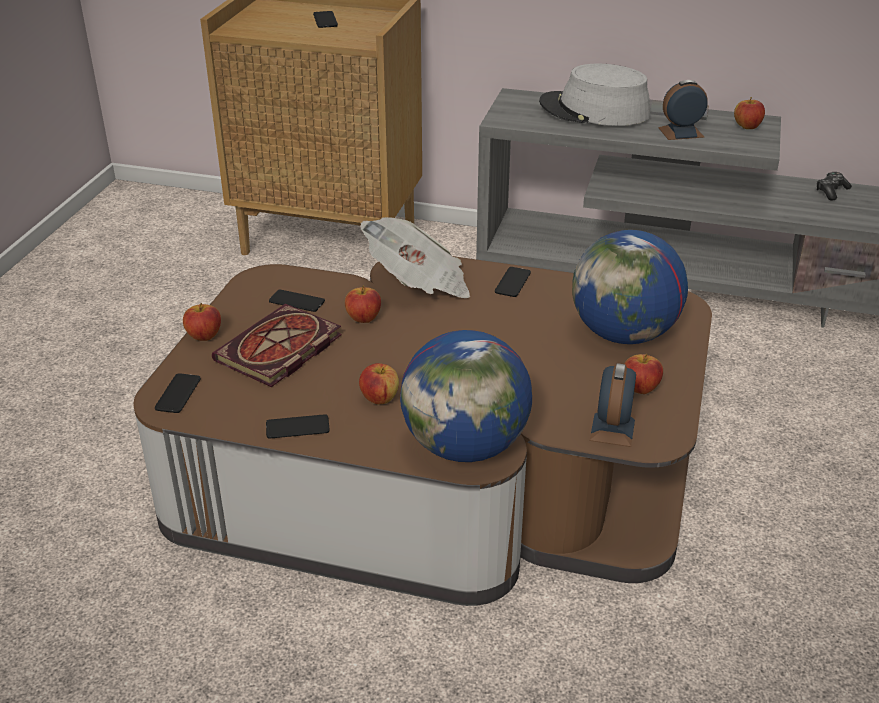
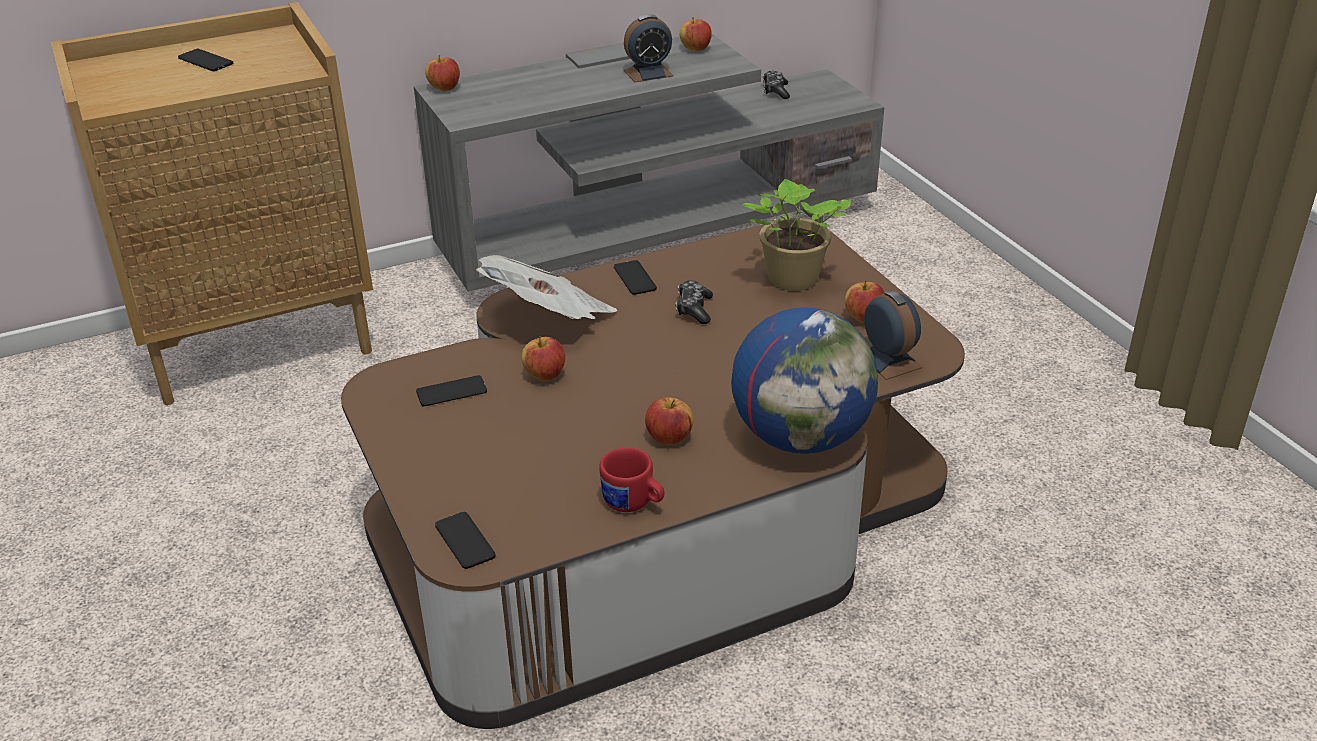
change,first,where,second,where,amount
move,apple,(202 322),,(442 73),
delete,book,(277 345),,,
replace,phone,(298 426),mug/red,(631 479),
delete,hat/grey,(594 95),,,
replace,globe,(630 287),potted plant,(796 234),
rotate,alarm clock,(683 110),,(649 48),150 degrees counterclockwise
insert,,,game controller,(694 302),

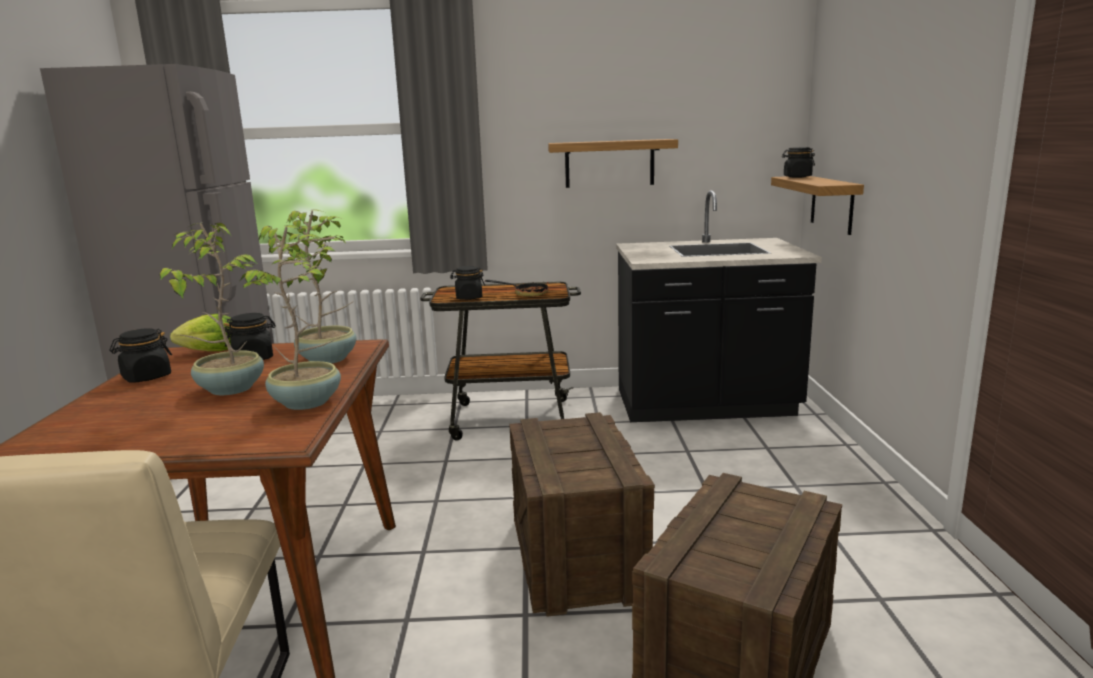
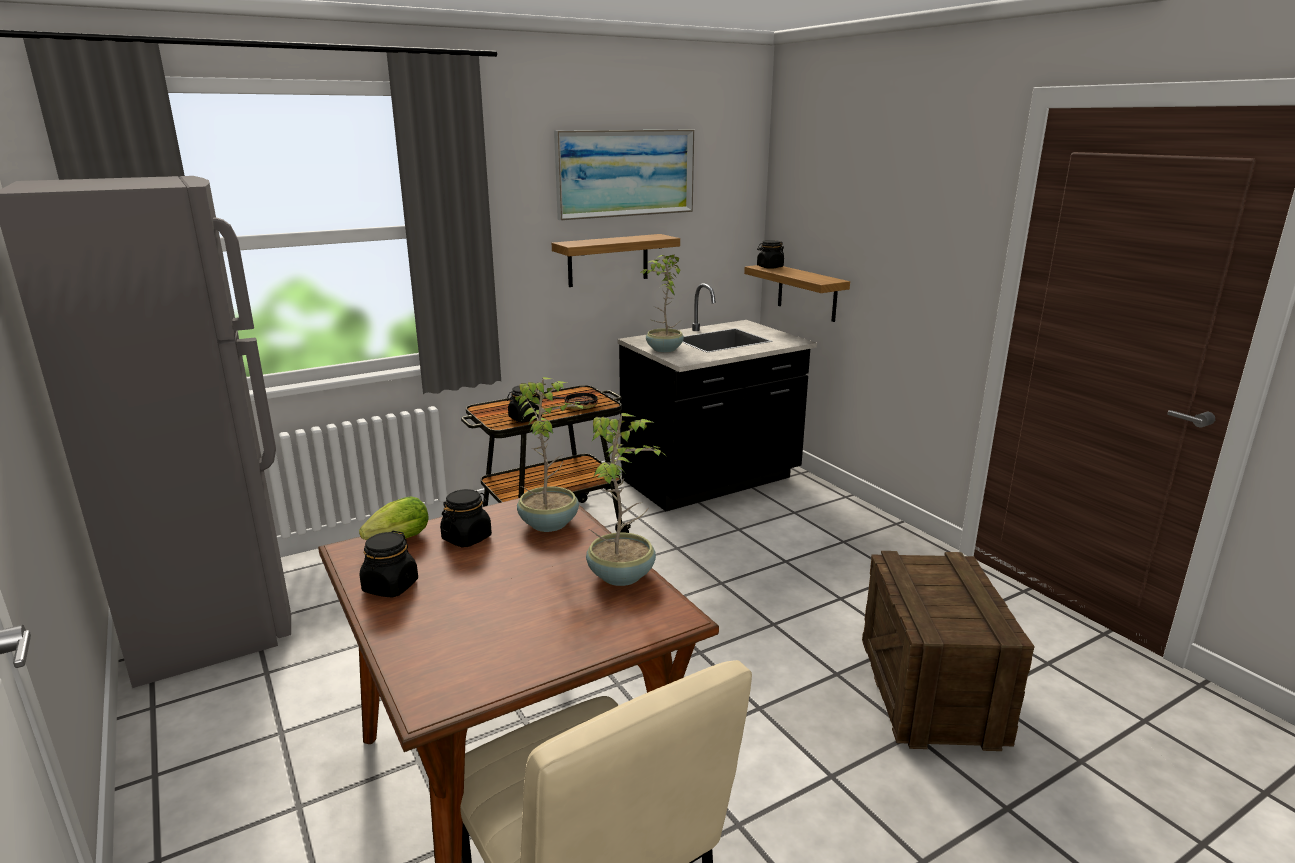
change,first,where,second,where,amount
move,potted plant,(212 309),,(662 304),
delete,crate,(582 514),,,
insert,,,picture,(624 175),

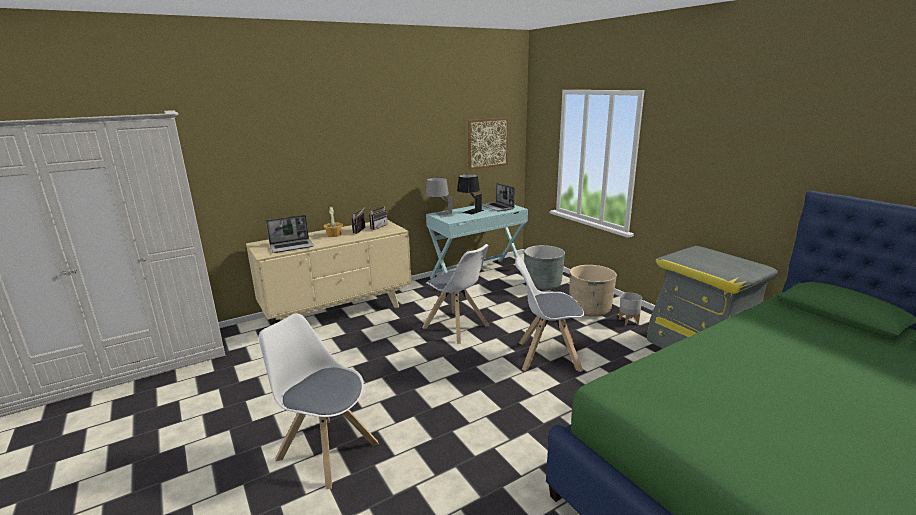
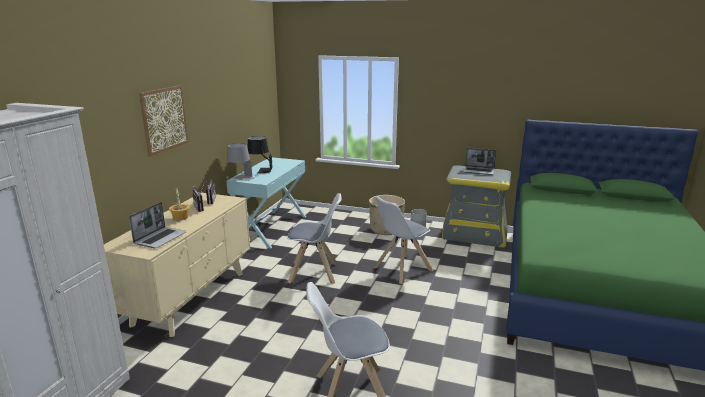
change,first,where,second,where,amount
move,picture,(488 143),,(164 121),
move,laptop,(498 197),,(480 161),
delete,planter/grey,(544 267),,,

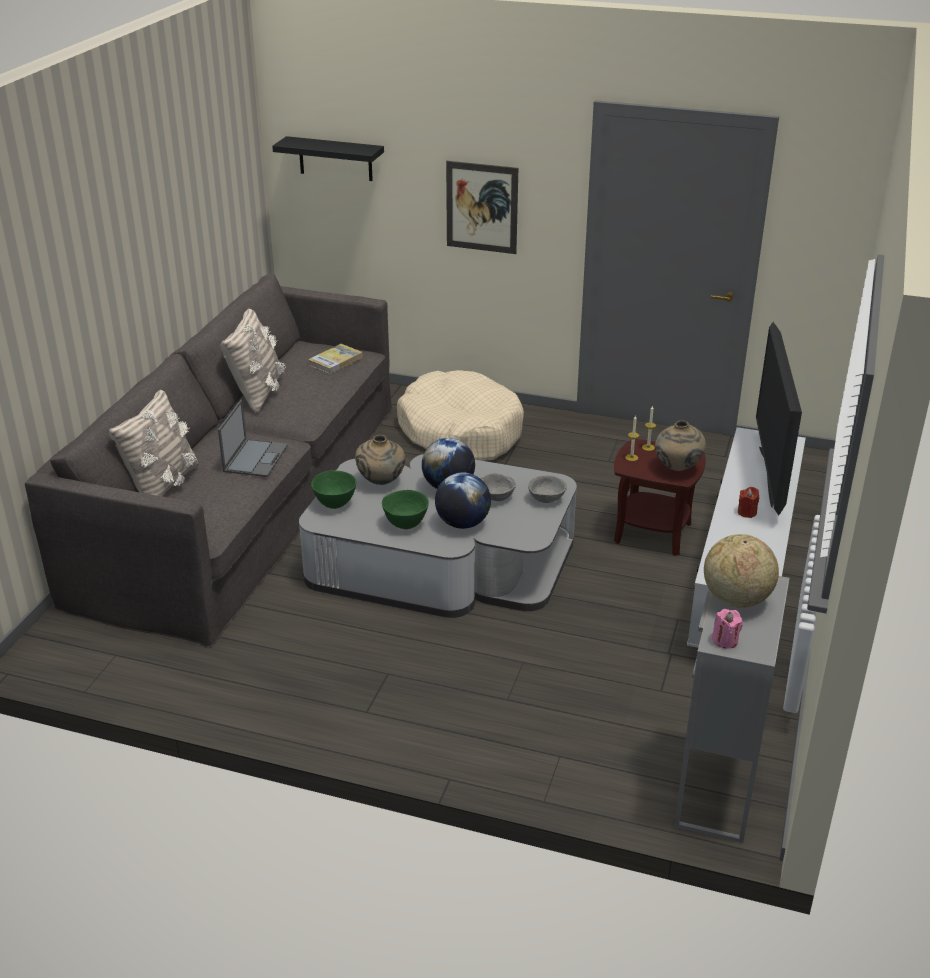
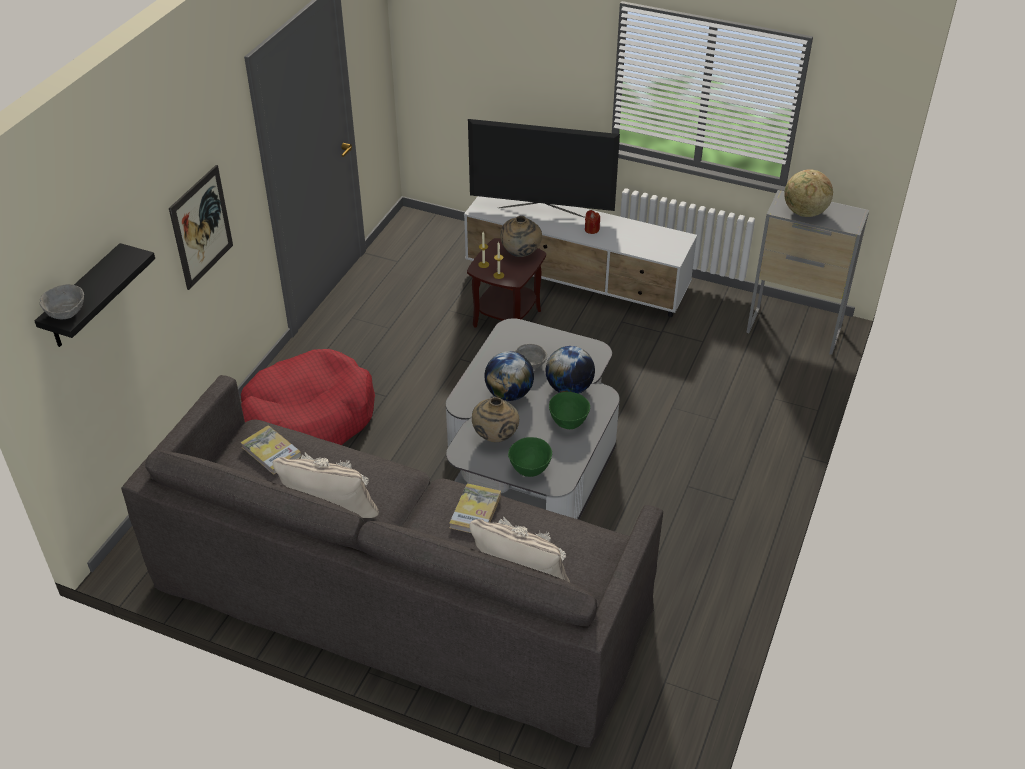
change,first,where,second,where,amount
replace,laptop,(253 438),book,(475 508),
recolor,dog bed/beige,(460 415),dog bed/red,(308 397),
move,bowl/grey,(547 489),,(62 301),
delete,candle/pink,(727 629),,,

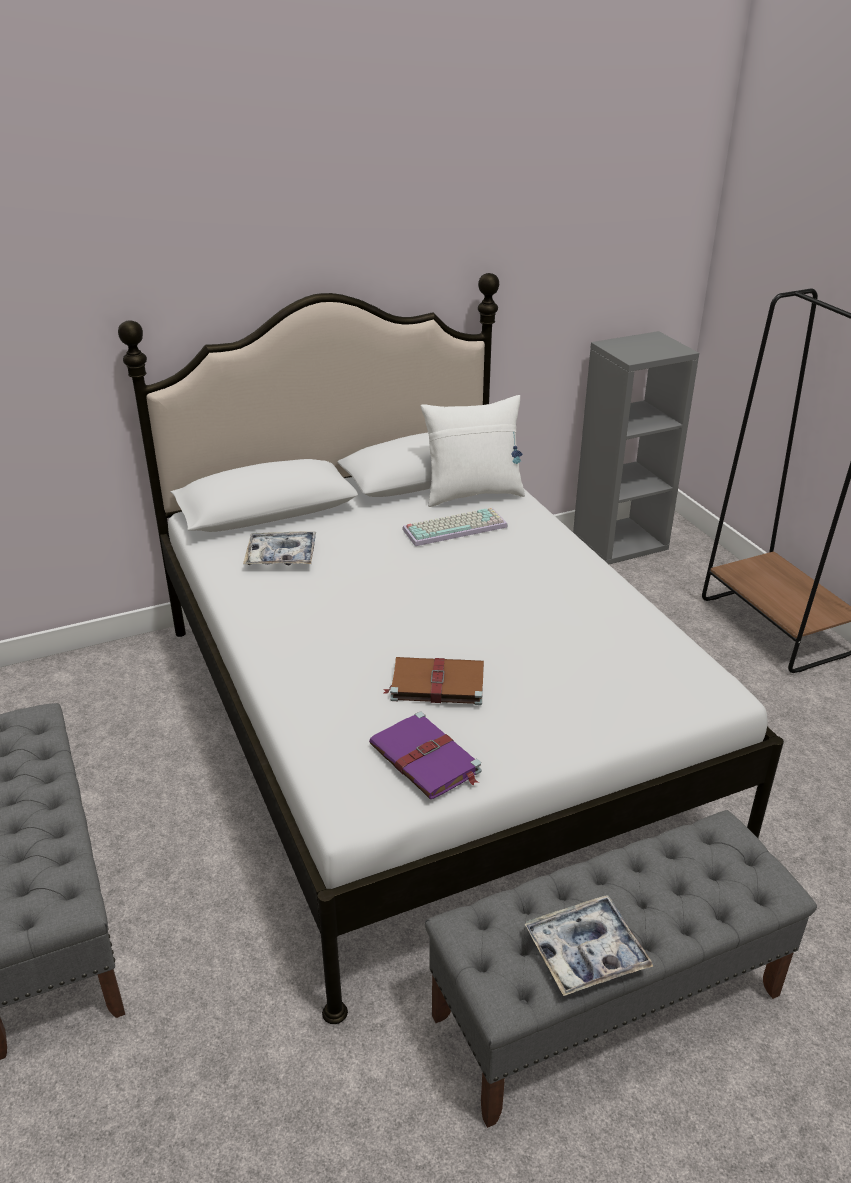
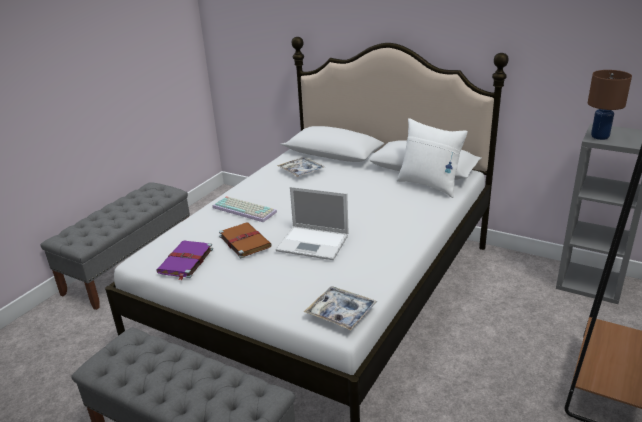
change,first,where,second,where,amount
move,keyboard,(455 526),,(245 209),
move,tray,(589 945),,(340 308),
insert,,,laptop,(312 223),
insert,,,table lamp/brown,(610 105),

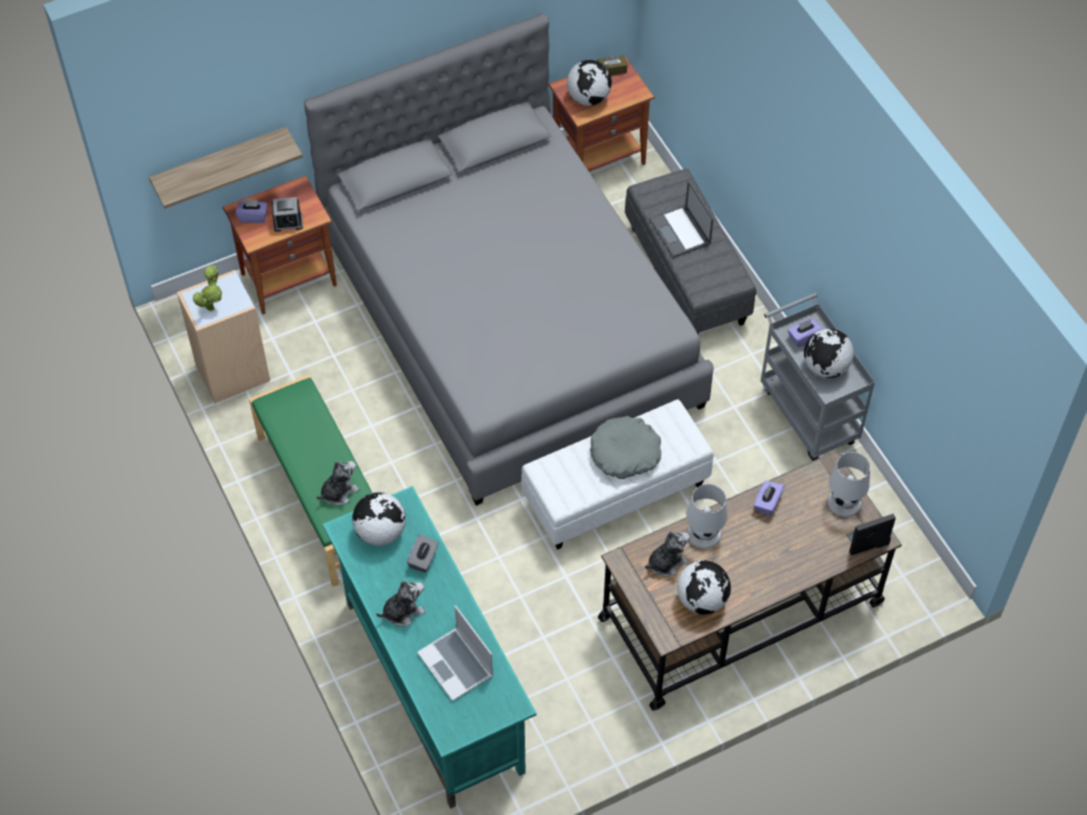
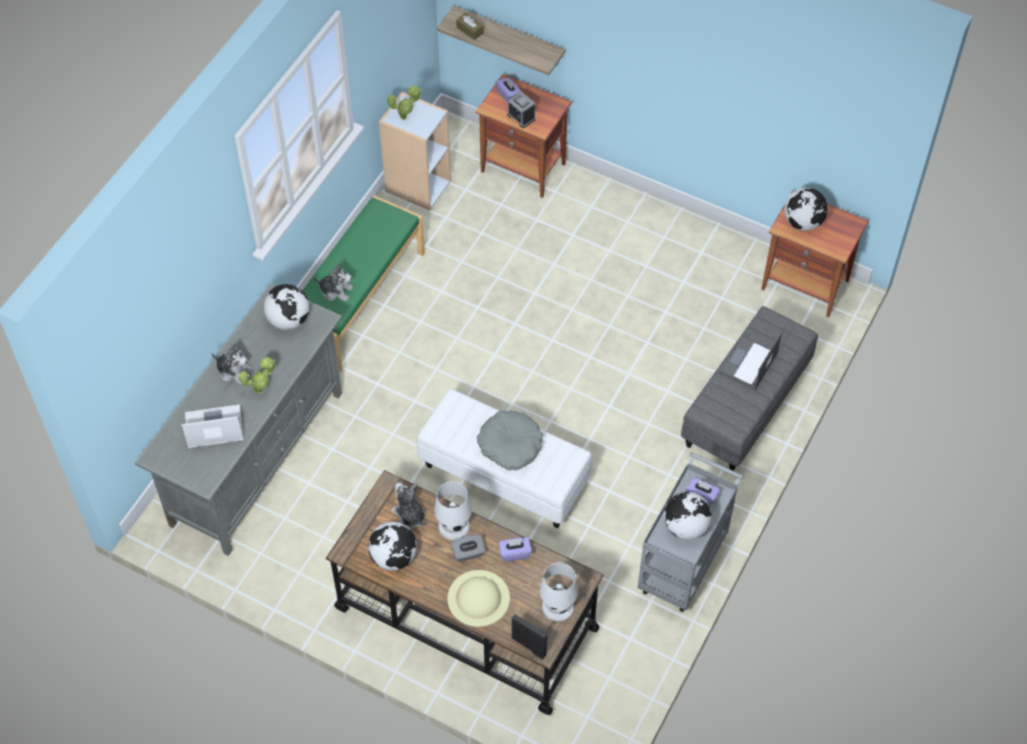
change,first,where,second,where,amount
delete,bed/grey,(509 259),,,
recolor,dresser/turquoise,(430 647),dresser/grey,(238 419),
move,tissue box/grey,(422 553),,(468 548),
rotate,laptop,(455 653),,(212 426),60 degrees clockwise
move,tissue box/brown,(612 65),,(470 26),
rotate,plush toy,(667 554),,(408 505),150 degrees counterclockwise
insert,,,potted plant,(257 375),
insert,,,hat/beige,(478 598),

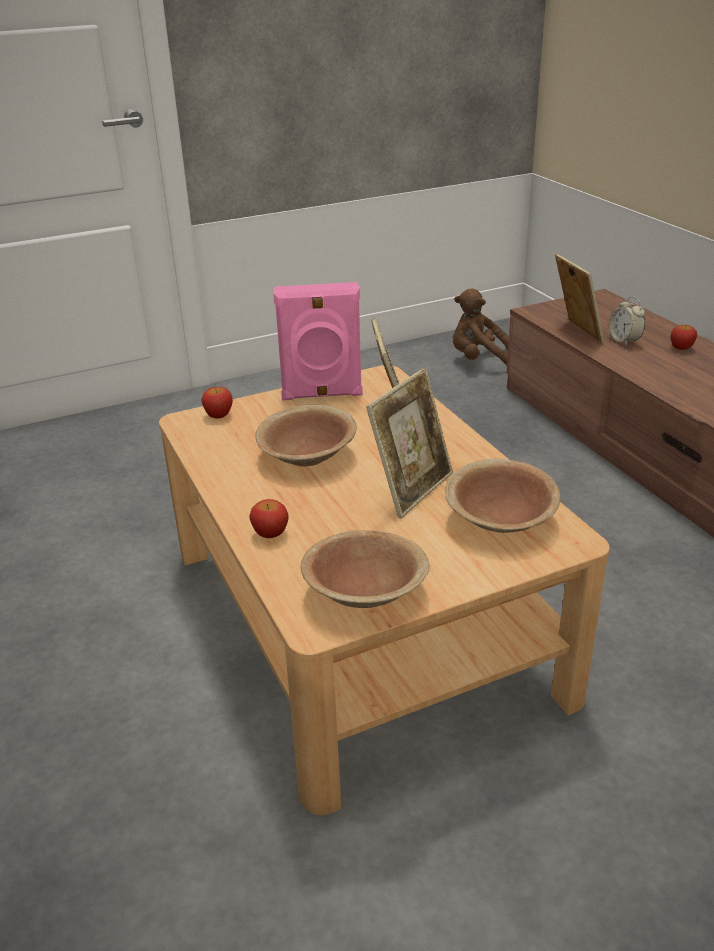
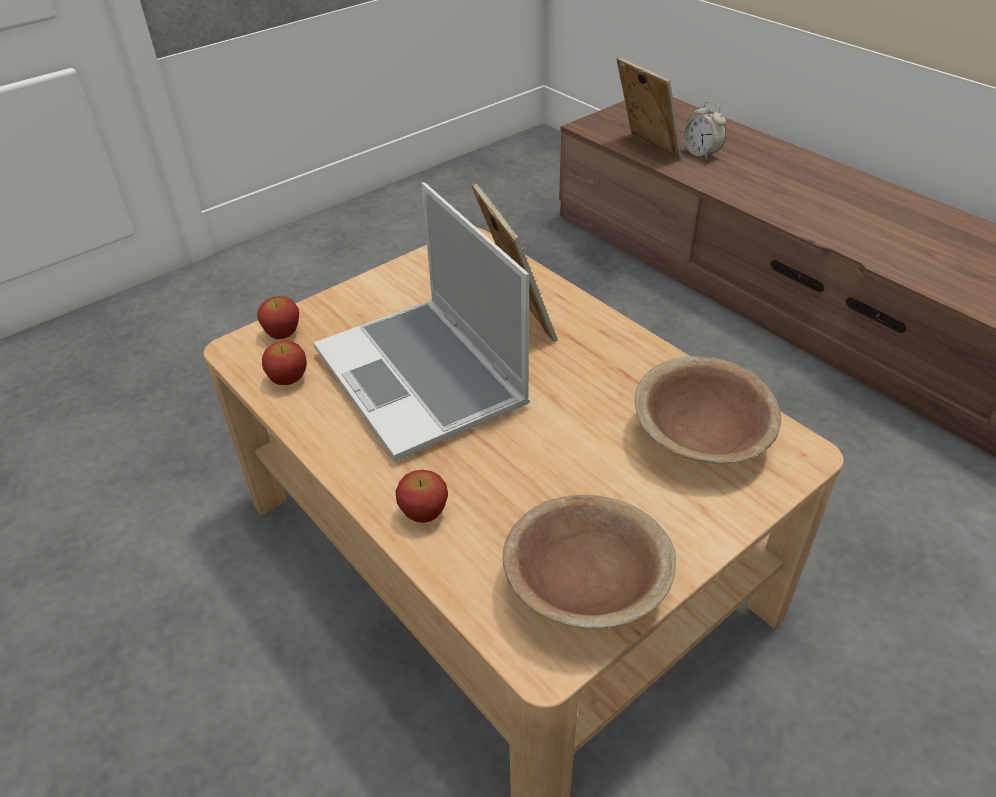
change,first,where,second,where,amount
replace,bowl/brown,(306 435),laptop,(421 321),
delete,speaker/pink,(318 341),,,
delete,picture frame,(409 443),,,
delete,plush toy/brown,(481 327),,,
move,apple,(684 337),,(284 362),

